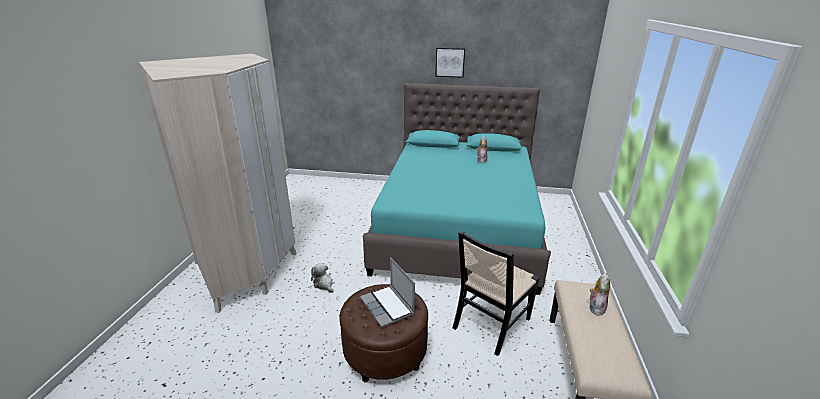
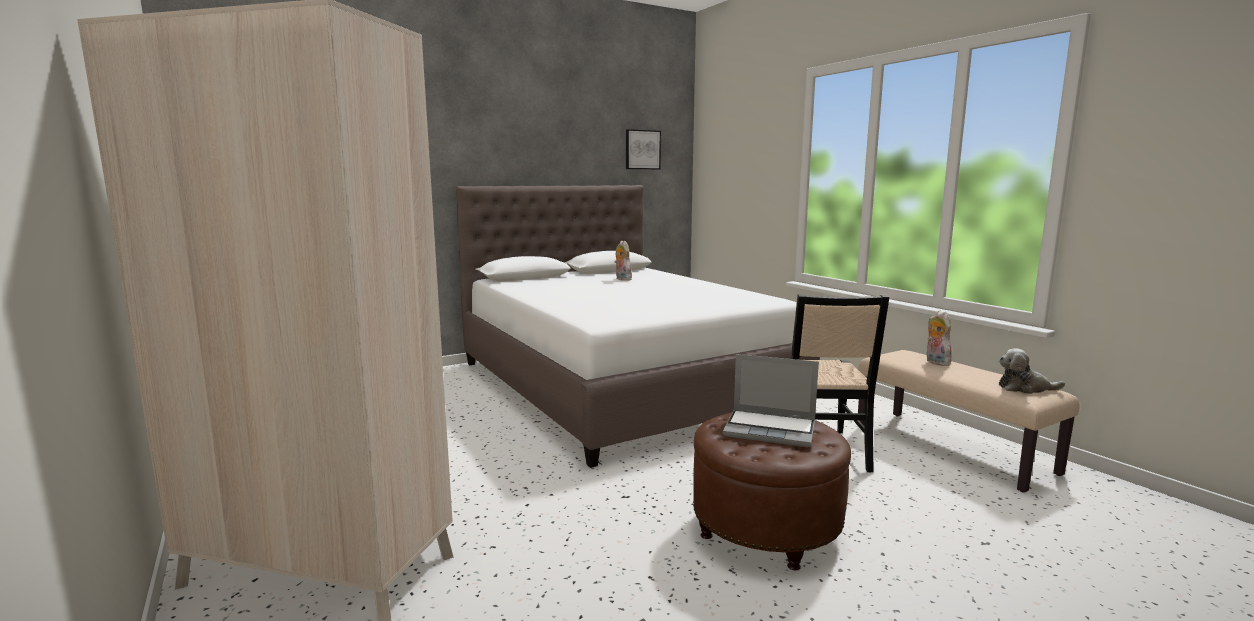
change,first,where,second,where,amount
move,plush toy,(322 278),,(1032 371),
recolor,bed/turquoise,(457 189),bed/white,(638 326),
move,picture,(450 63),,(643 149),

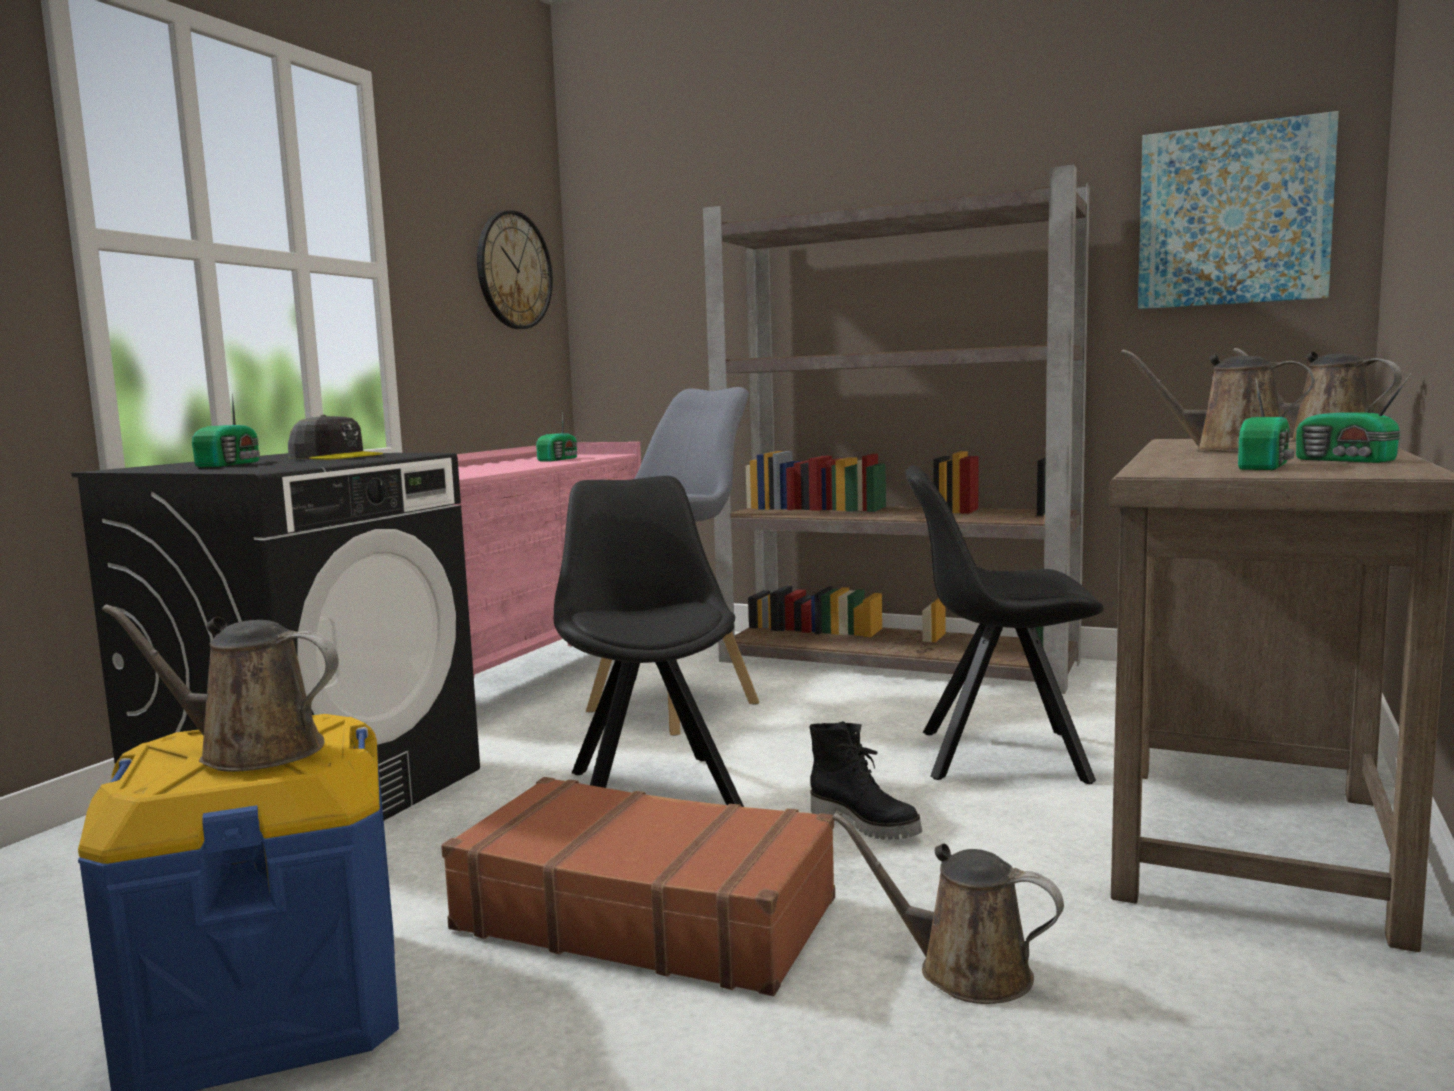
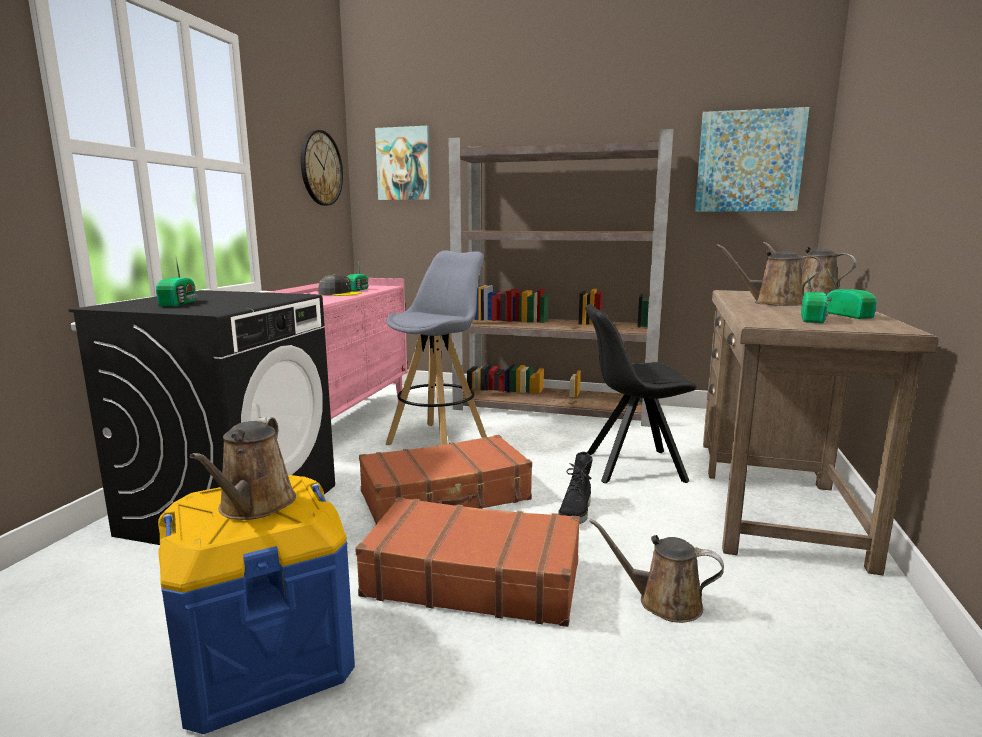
change,first,where,second,where,amount
rotate,watering can/brown,(220 688),,(243 468),90 degrees counterclockwise
move,cap/grey,(335 437),,(340 285),
replace,chair/black,(649 641),suitcase/brown,(445 479),
rotate,boot/black,(865 780),,(575 488),75 degrees clockwise
rotate,radio,(1354 418),,(852 293),150 degrees counterclockwise
insert,,,picture,(403 163),

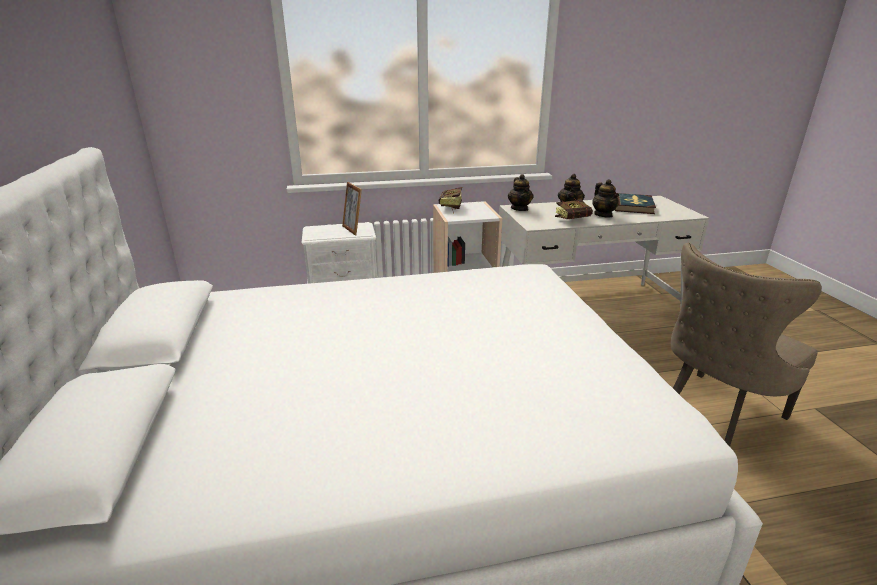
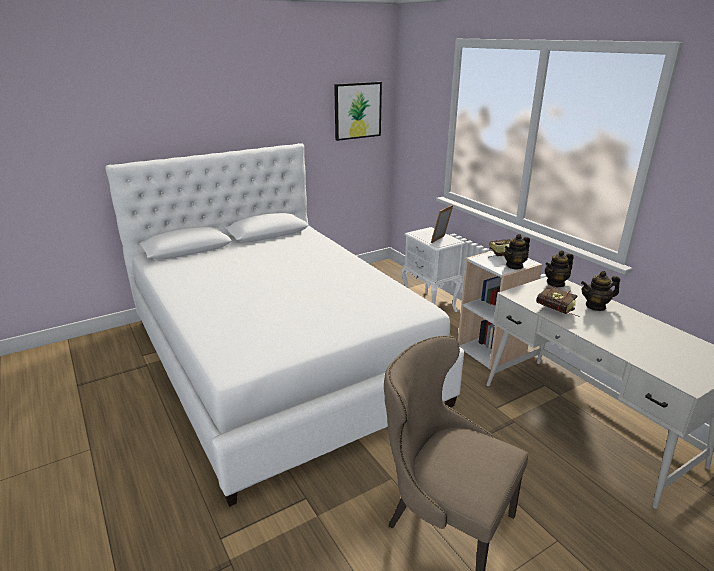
change,first,where,second,where,amount
move,teapot,(606 198),,(517 252),
delete,book,(635 203),,,
insert,,,picture,(358 111),

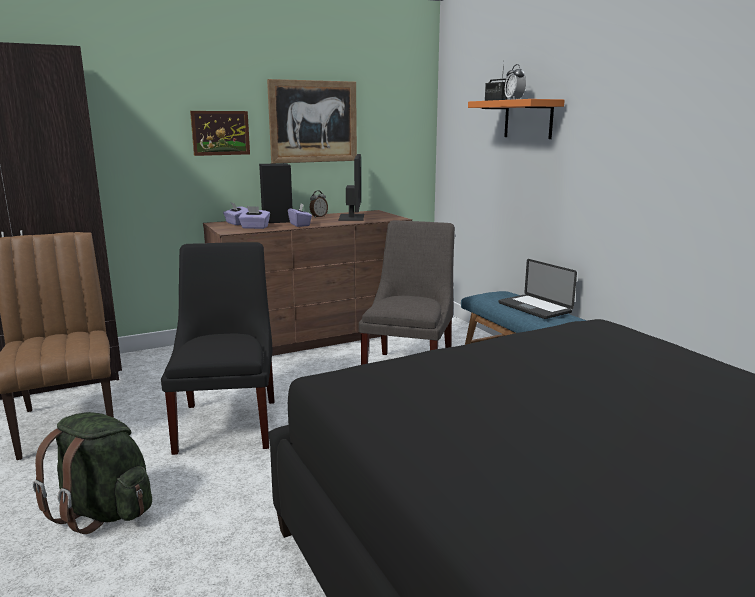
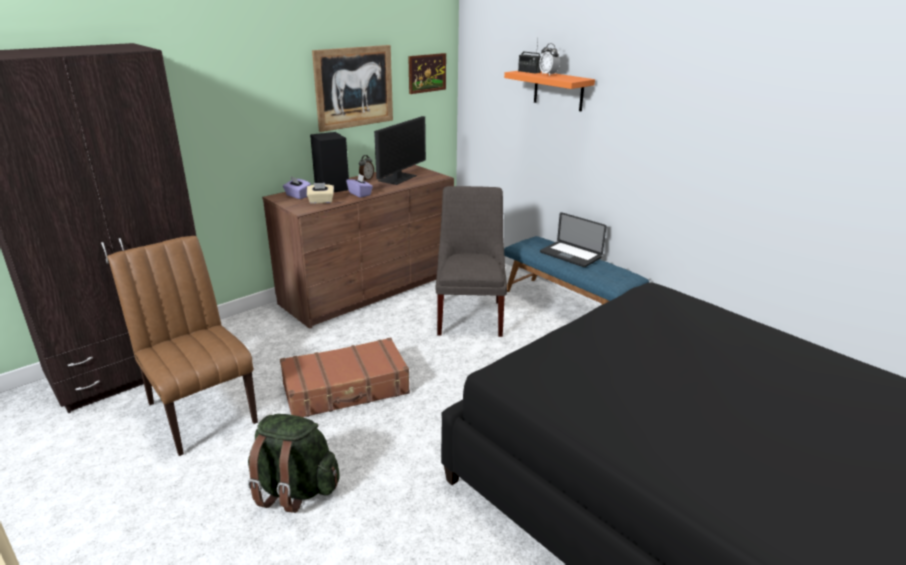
change,first,where,second,where,amount
replace,chair/black,(218 348),suitcase/brown,(345 377),
move,picture,(220 133),,(427 73),
recolor,tissue box/purple,(254 217),tissue box/beige,(320 193),
rotate,monitor,(351 187),,(400 150),45 degrees clockwise

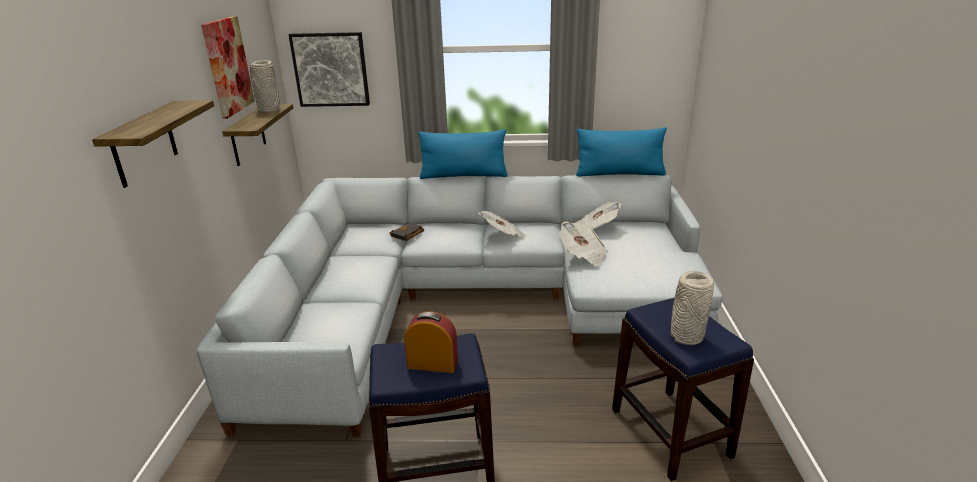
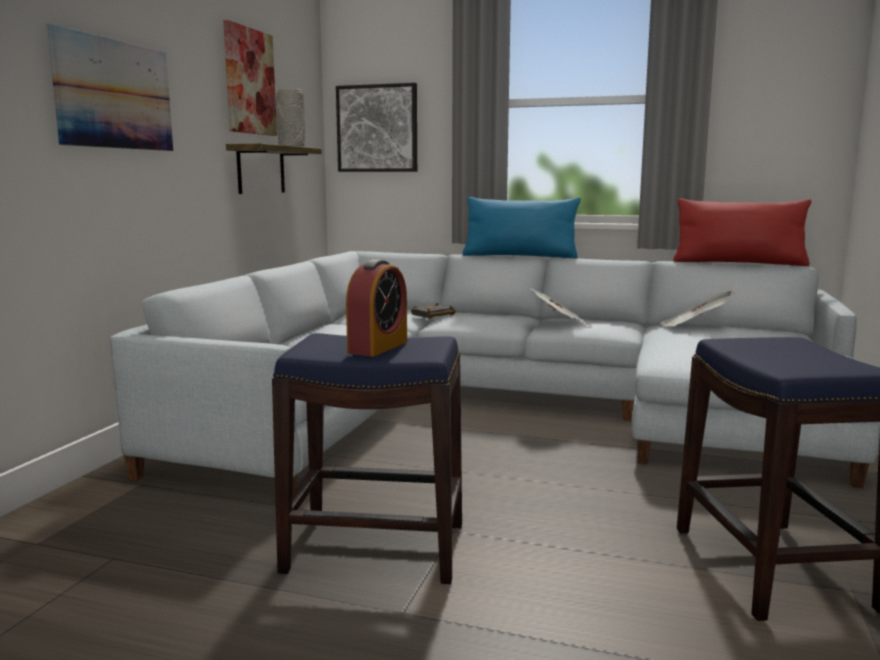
change,first,where,second,where,amount
replace,shelf,(153 144),picture,(110 87),
rotate,alarm clock,(431 342),,(376 307),90 degrees clockwise
delete,newspaper,(583 243),,,
recolor,pillow/blue,(621 152),pillow/red,(742 232),
delete,vase/grey,(692 308),,,

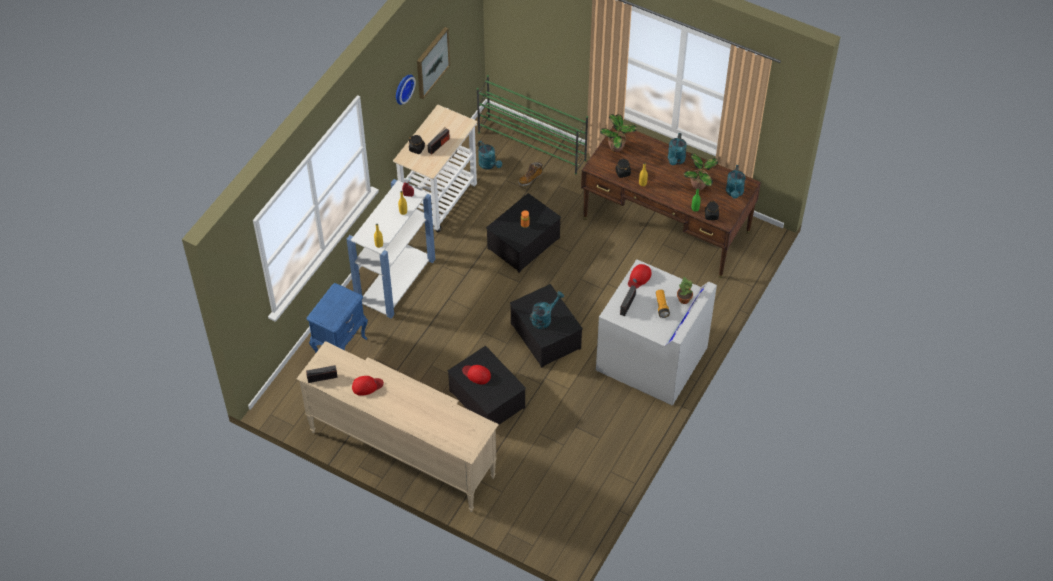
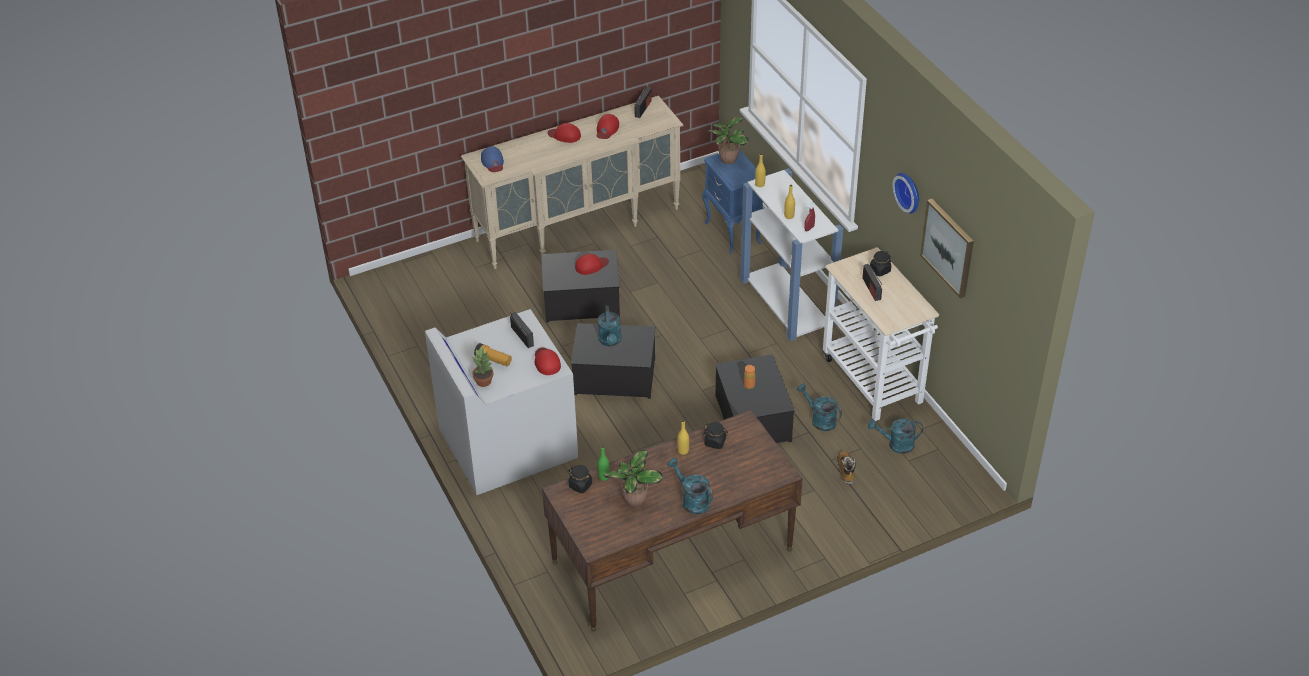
change,first,where,second,where,amount
delete,shoe rack/green,(532 125),,,
move,potted plant,(618 133),,(728 140),
move,watering can/turquoise,(736 182),,(819 407),
insert,,,cap/blue,(492 159),
insert,,,cap/red,(564 133),

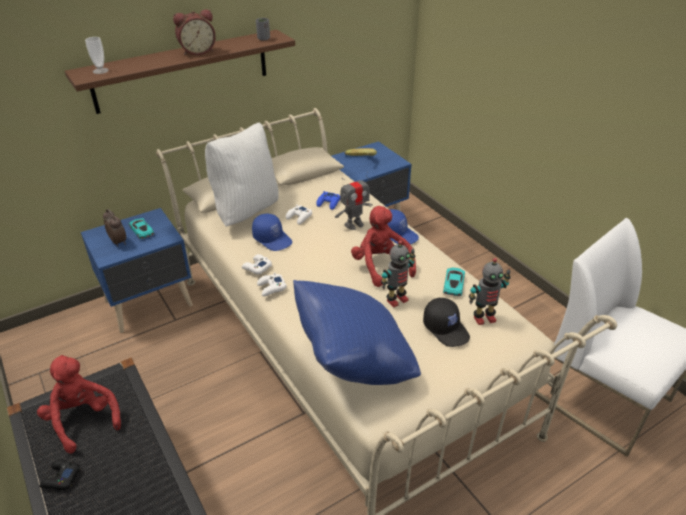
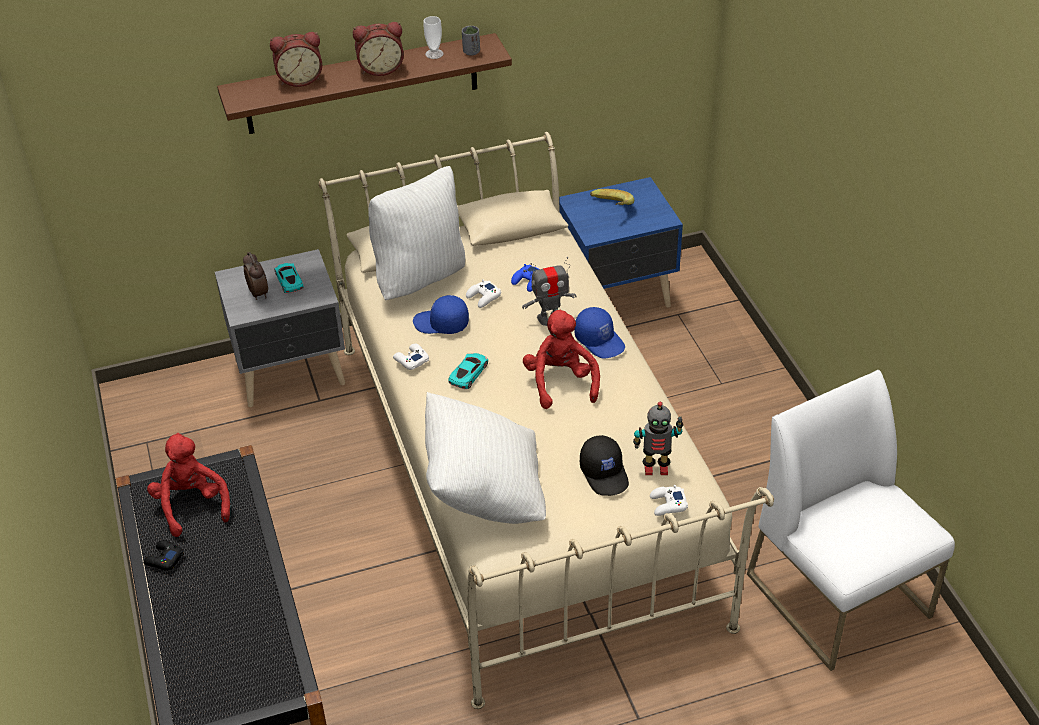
change,first,where,second,where,amount
recolor,nightstand/blue,(137 270),nightstand/grey,(280 328),
move,cup,(97 55),,(433 37),
rotate,cap/blue,(272 232),,(441 314),135 degrees clockwise
move,game controller/white,(272 284),,(669 500),
recolor,pillow/blue,(357 332),pillow/white,(485 458),
delete,toy robot,(398 273),,,
move,toy car/turquoise,(454 282),,(468 371),
insert,,,alarm clock,(296 59),

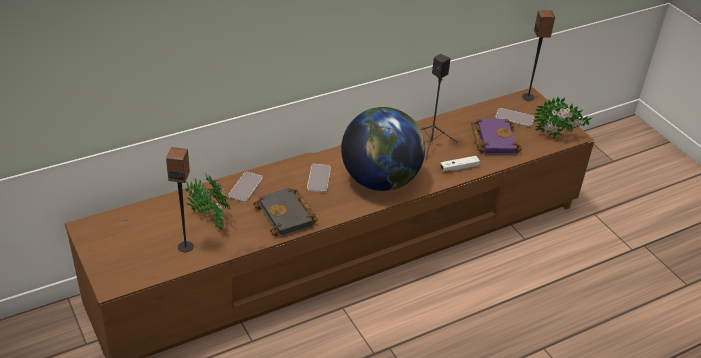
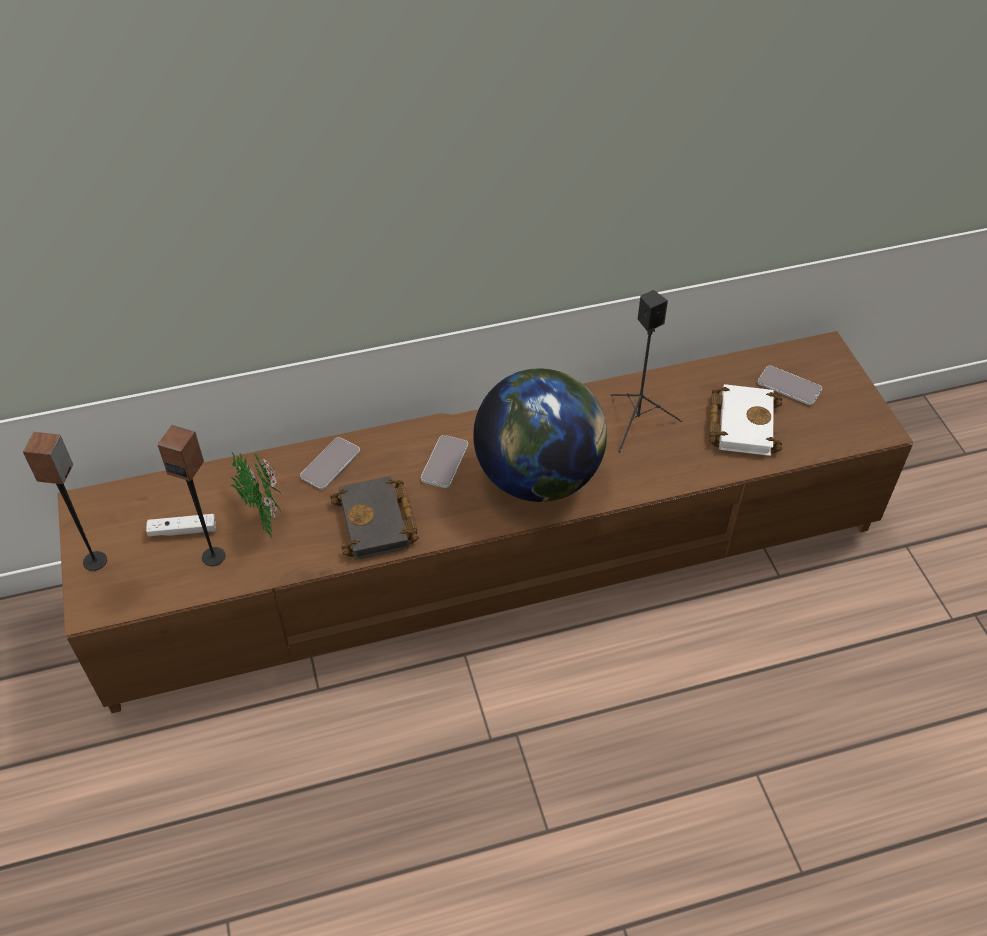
change,first,where,second,where,amount
move,game controller/white,(460 163),,(181 525),
recolor,book/purple,(496 137),book/white,(745 420),
move,speaker,(538 55),,(65 501),
delete,potted plant,(563 118),,,

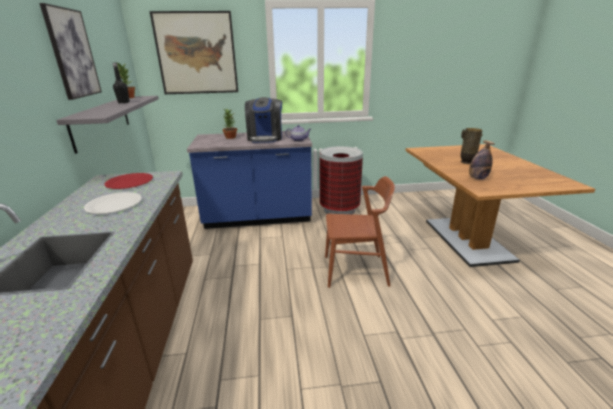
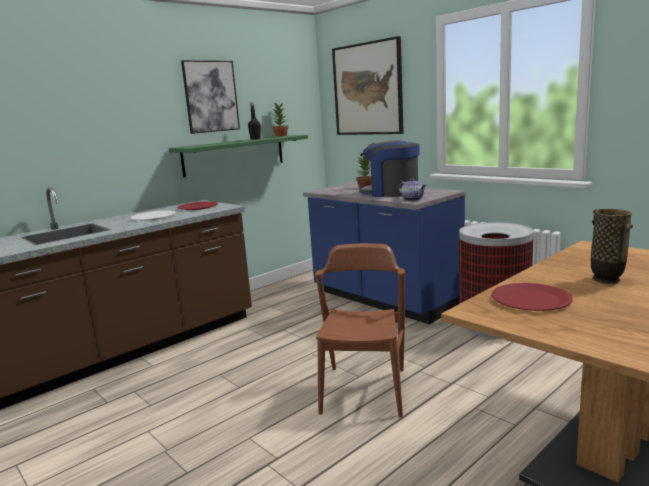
change,first,where,second,where,amount
recolor,shelf/grey,(107 125),shelf/green,(238 156),
rotate,coffee machine,(263 120),,(389 168),60 degrees clockwise
rotate,chair/brown,(360 232),,(360 330),135 degrees counterclockwise
replace,bottle,(482 160),plate/red,(532 297),

